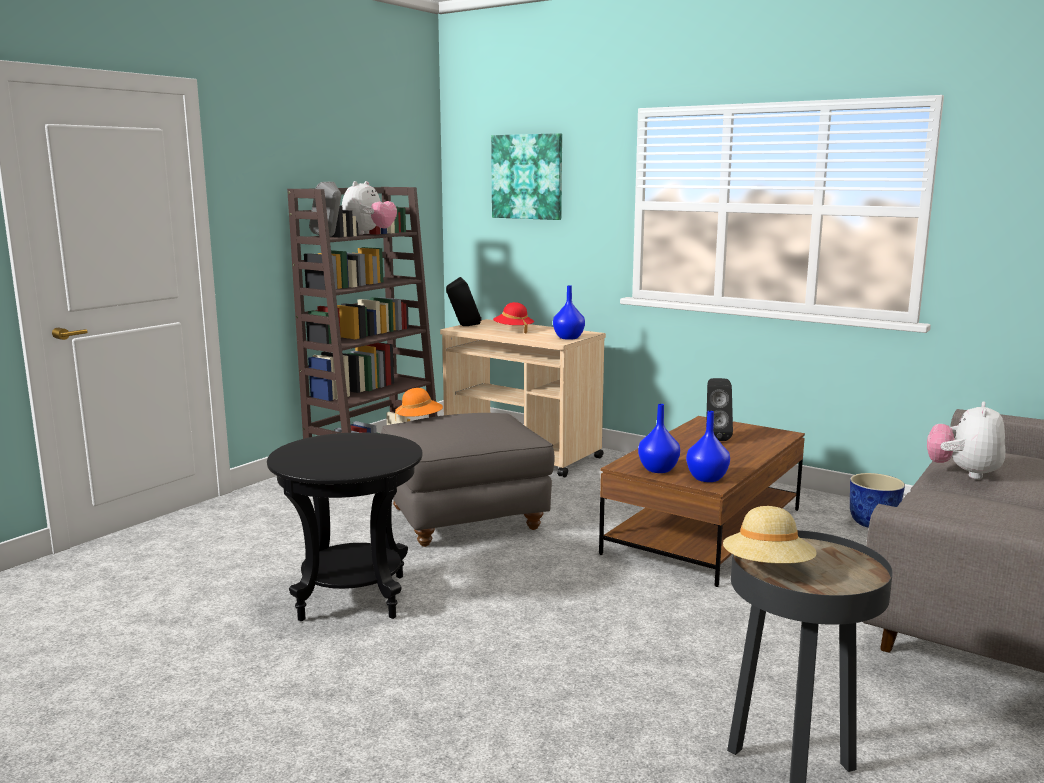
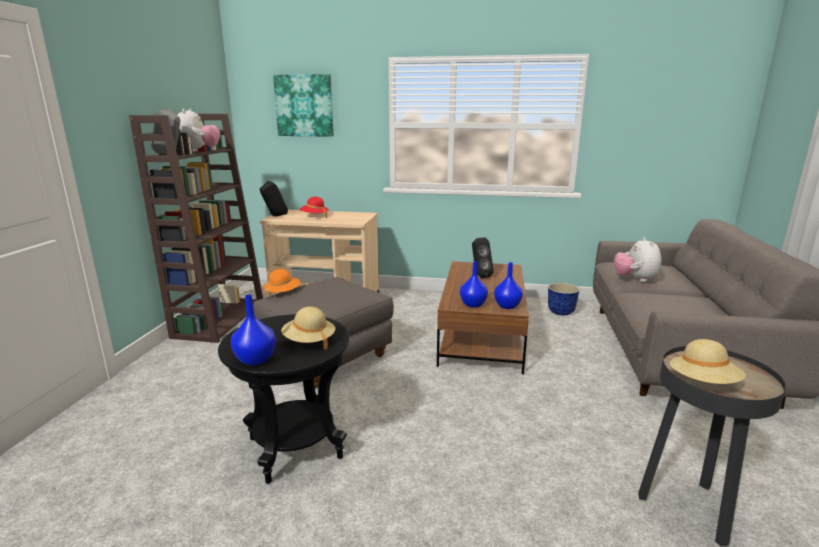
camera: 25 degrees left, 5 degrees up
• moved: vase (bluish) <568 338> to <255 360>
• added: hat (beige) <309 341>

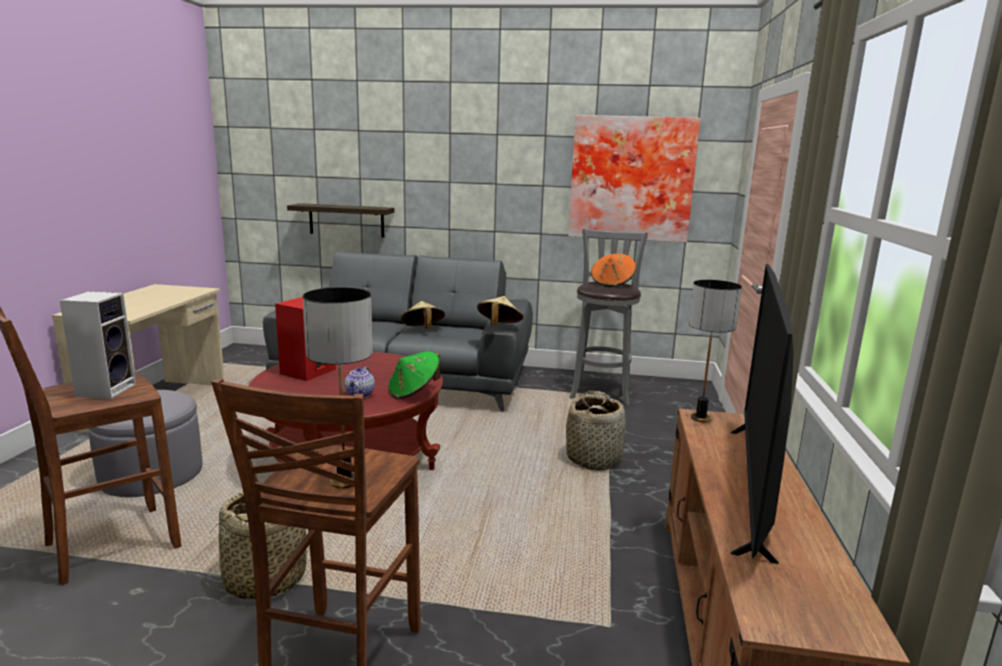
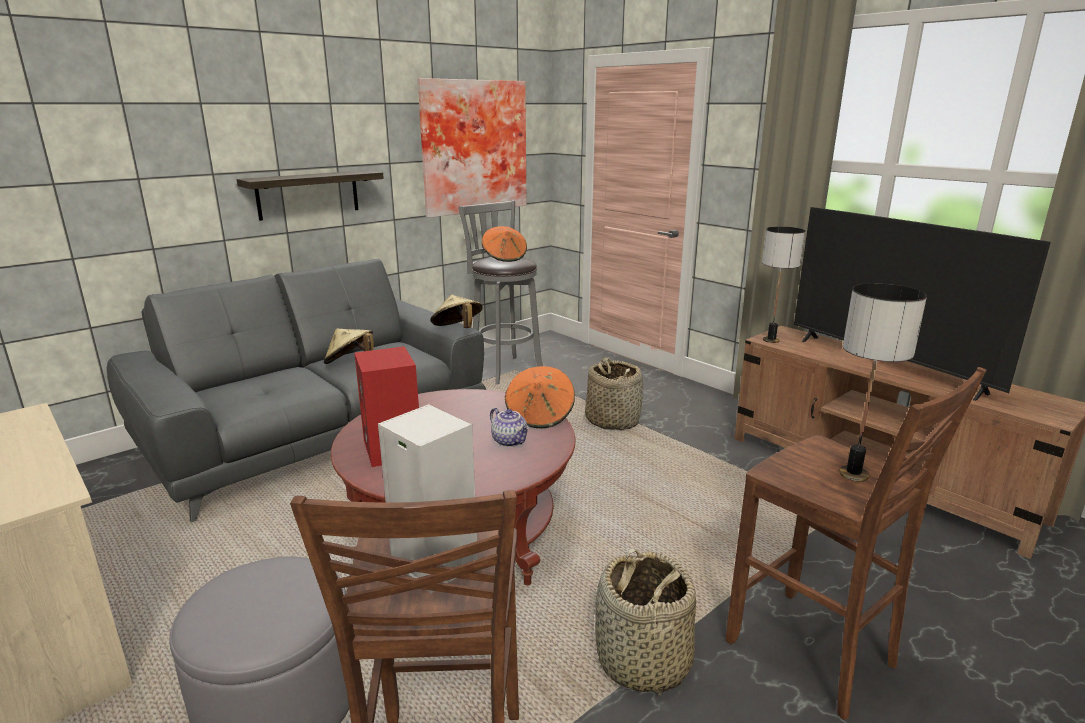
camera: 50 degrees left, 5 degrees up
• moved: shelf <346 220> to <308 194>
• recoloured: hat (green-coloured) <414 392> to hat (orange) <540 416>

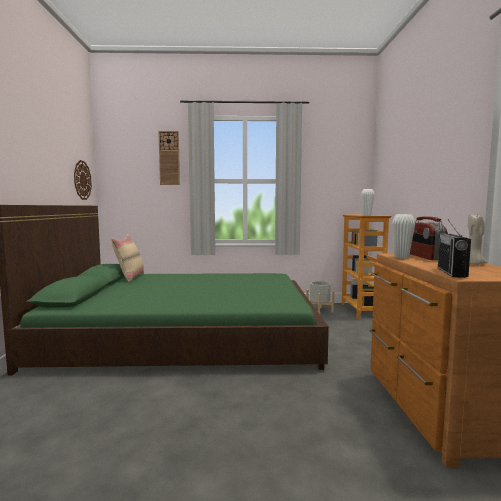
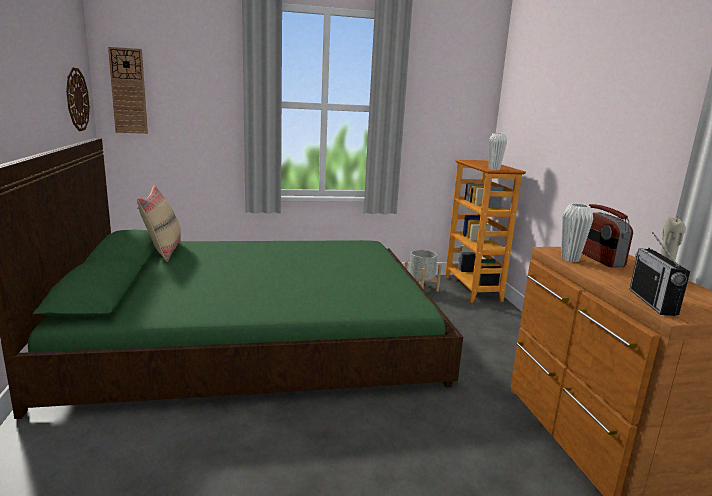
camera: 10 degrees left, 10 degrees up
• moved: wall clock <169 158> to <128 91>

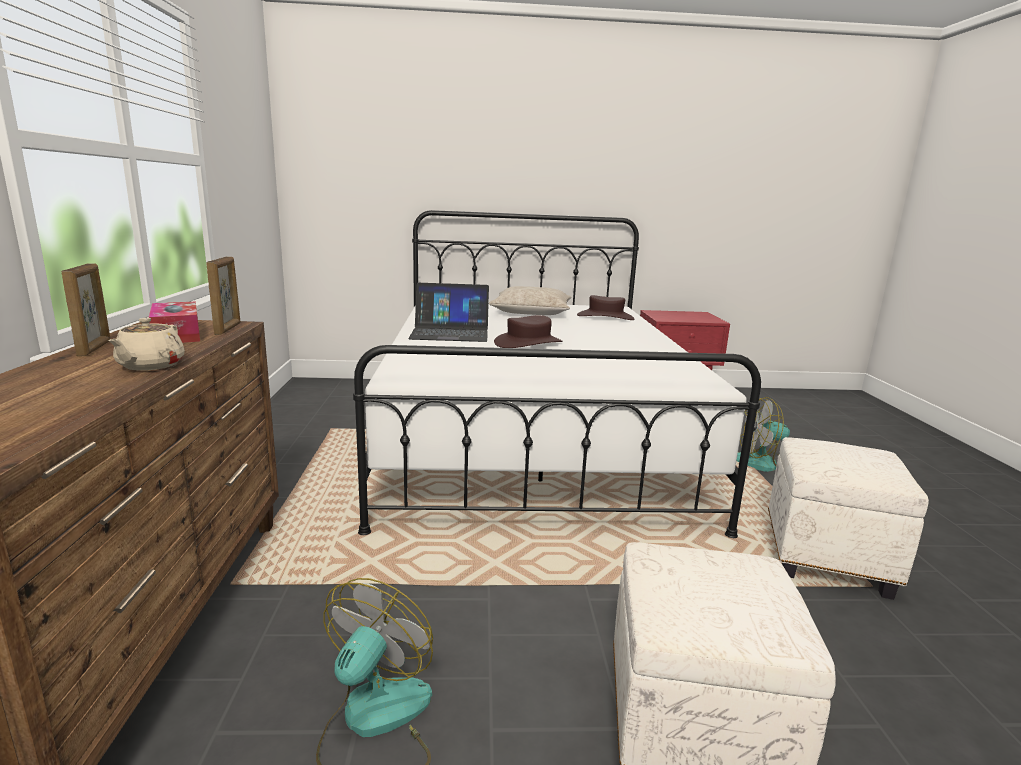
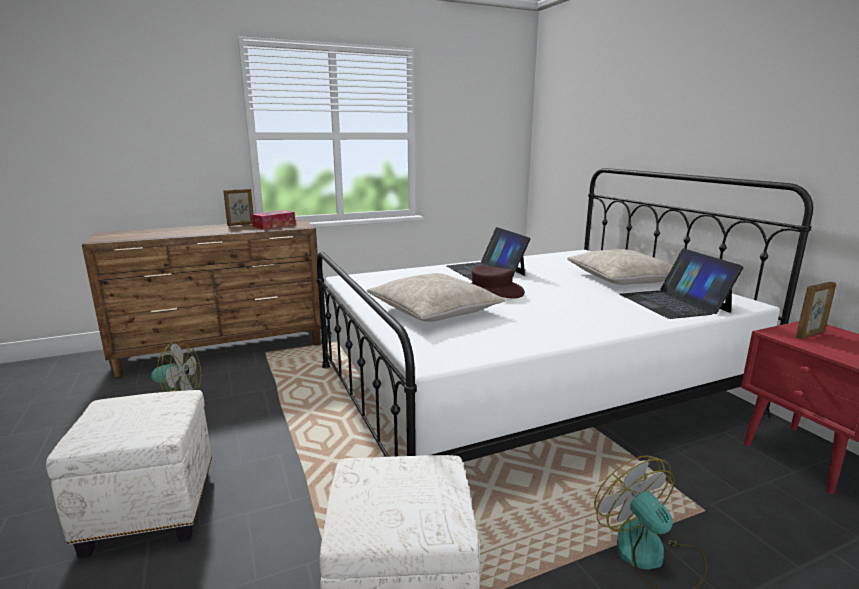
camera: 70 degrees right, 0 degrees up
• moved: photo frame <228 329> to <810 335>
• replaced: hat (brownish) <605 317> to laptop <673 303>
• removed: pot for tea (beige) <150 366>
• added: cushion (beige) <434 310>

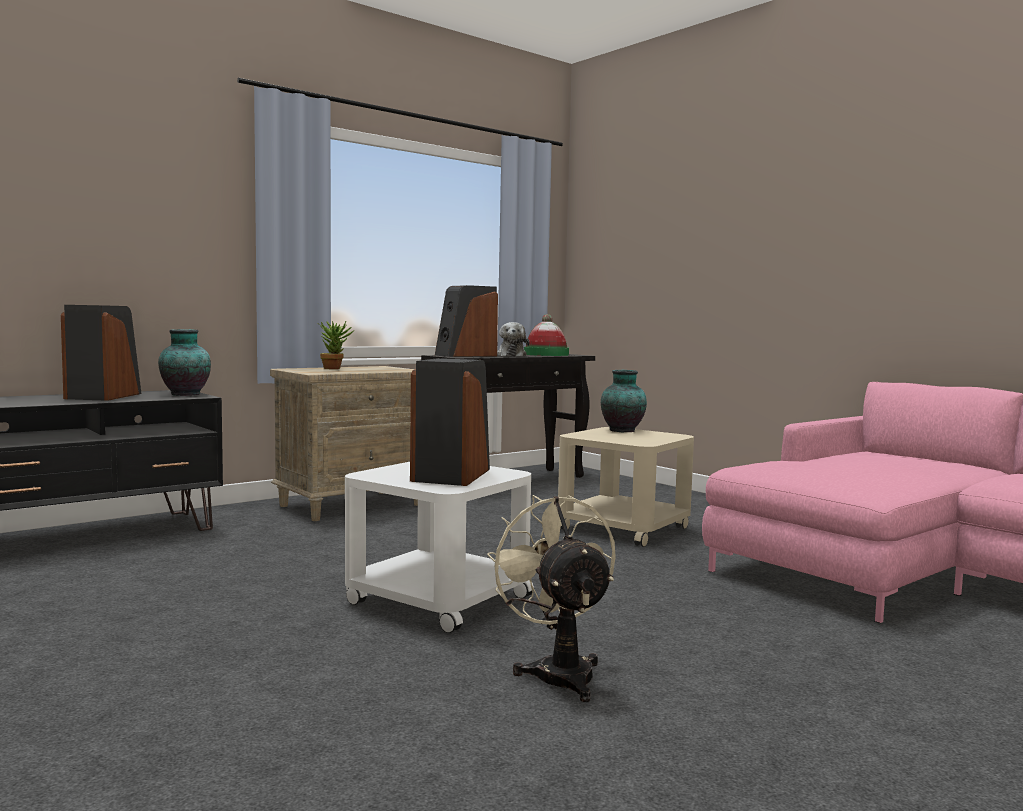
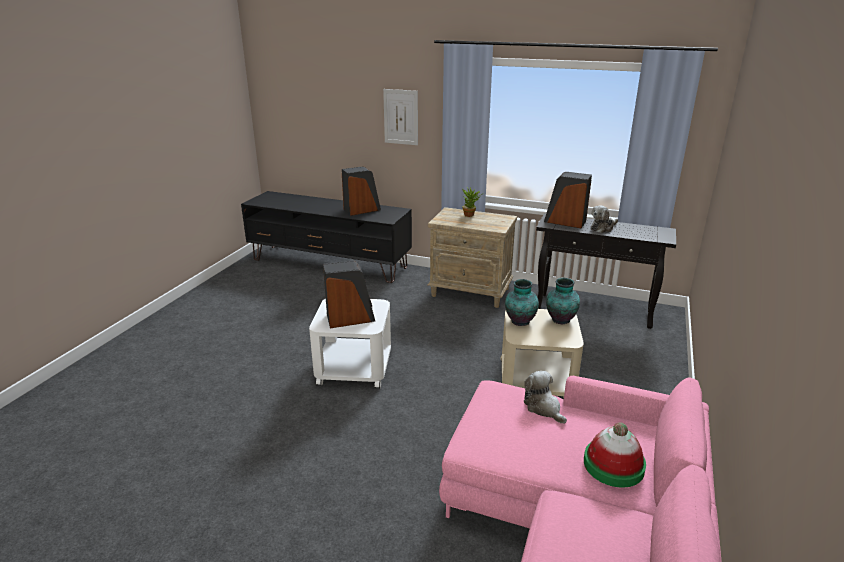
camera: 60 degrees right, 20 degrees up
• moved: hat <546 354> to <613 465>
• moved: vase <185 394> to <519 322>
• removed: fan (beige) <558 671>
• added: picture <401 117>
• added: soft toy <543 408>

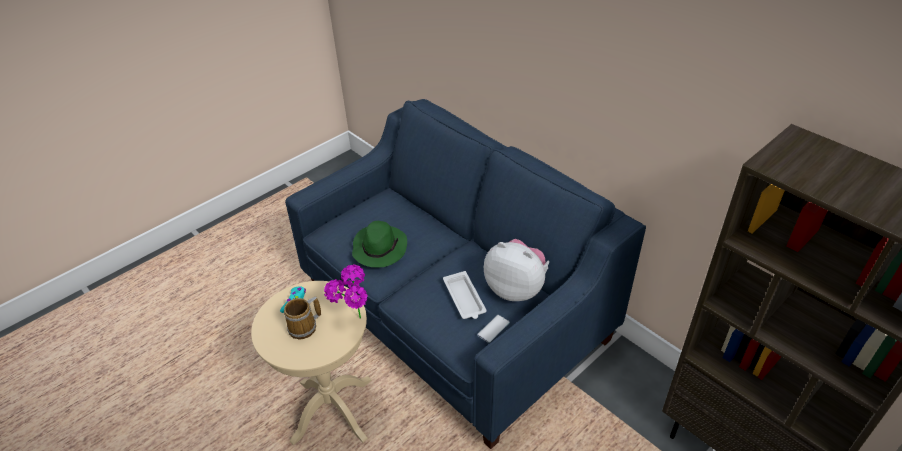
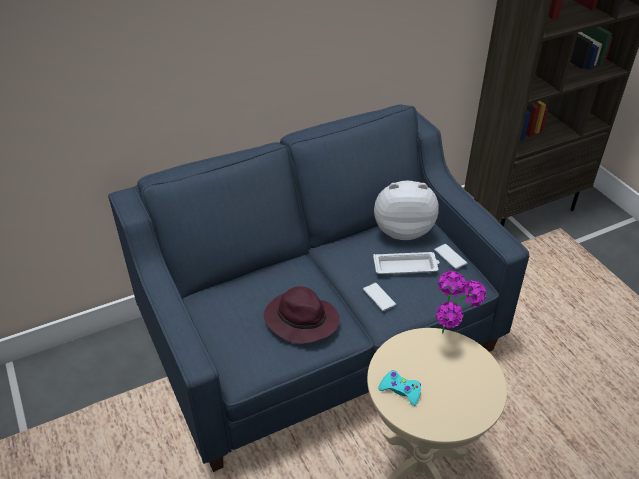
camera: 75 degrees left, 0 degrees up
• recoloured: hat (green-coloured) <379 248> to hat (purple) <300 320>
• turned: soft toy <516 288> = <402 229> 45 degrees clockwise
• removed: mug <305 327>
• added: phone <379 297>

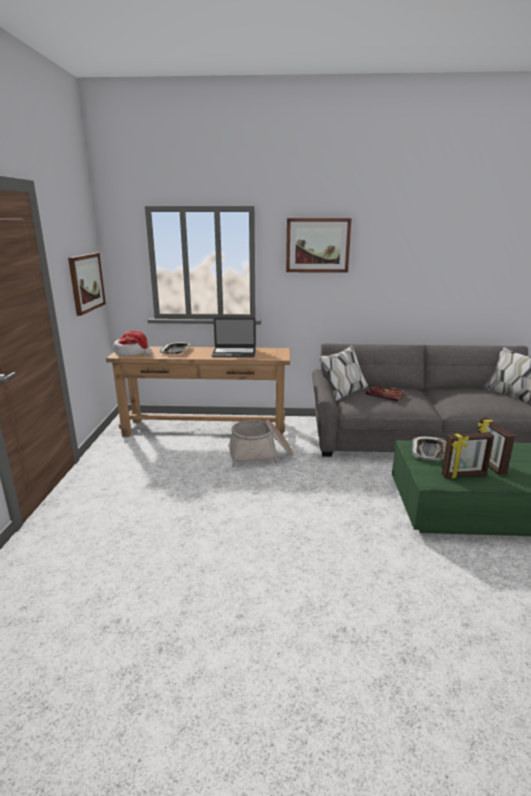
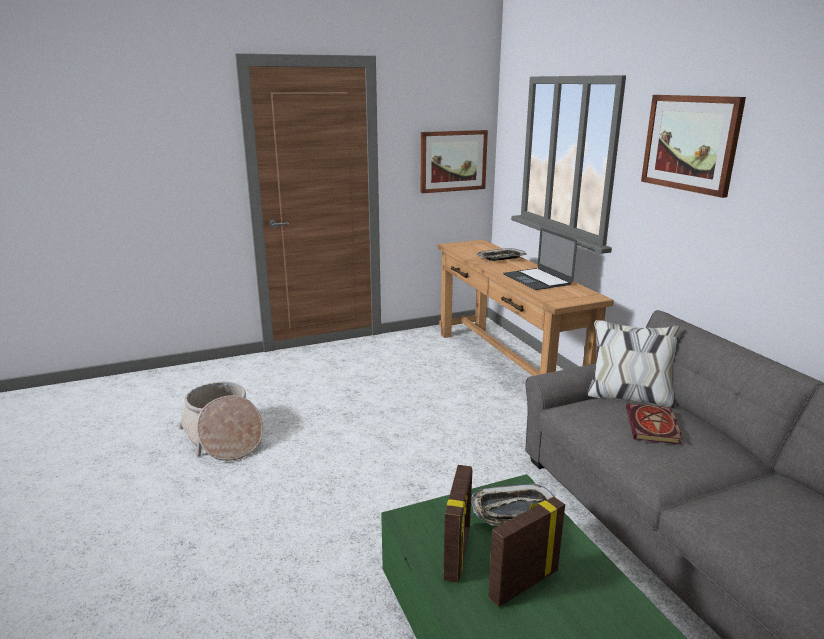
camera: 65 degrees right, 0 degrees up
• removed: hat <133 352>
• moved: basket <260 454> to <223 437>
• turned: photo frame <464 475> = <458 554> 135 degrees counterclockwise

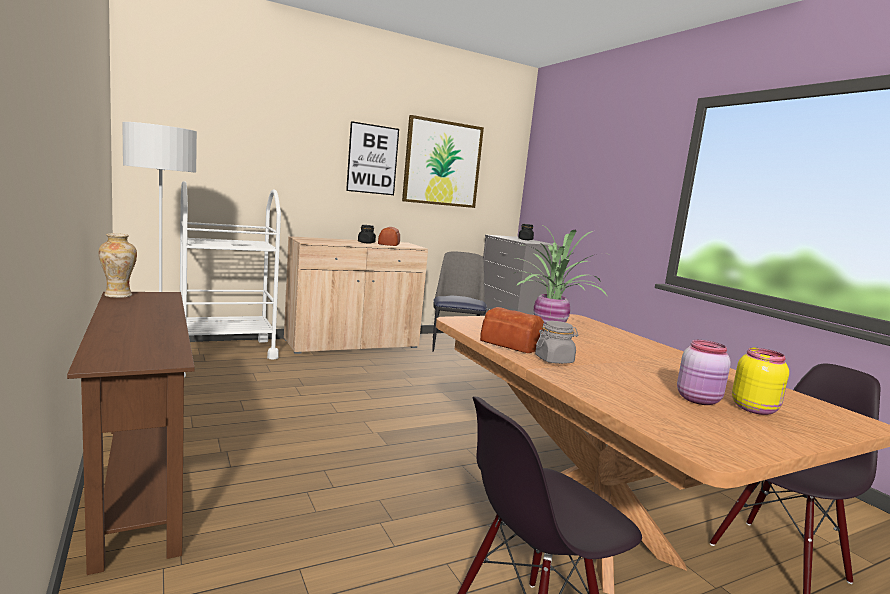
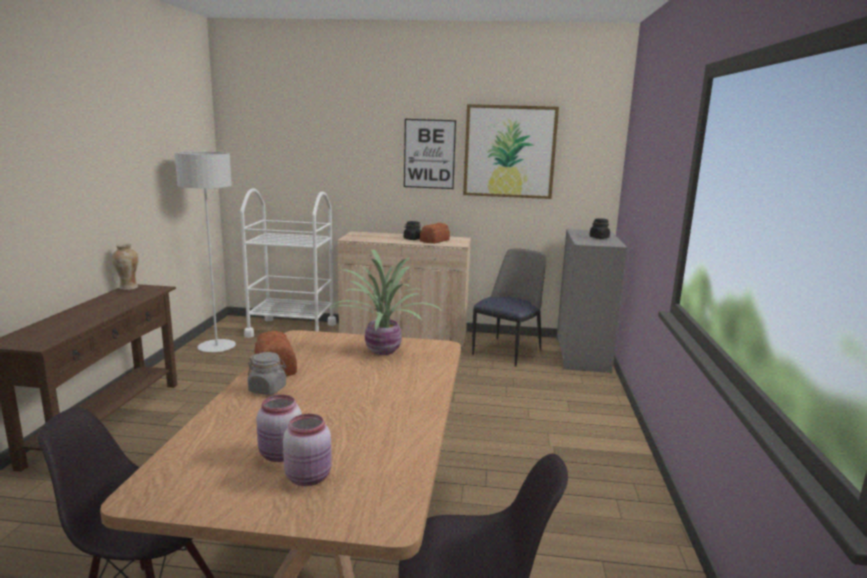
camera: 35 degrees right, 5 degrees up
• recoloured: jar (yellow-coloured) <754 409> to jar (pinkish) <309 477>

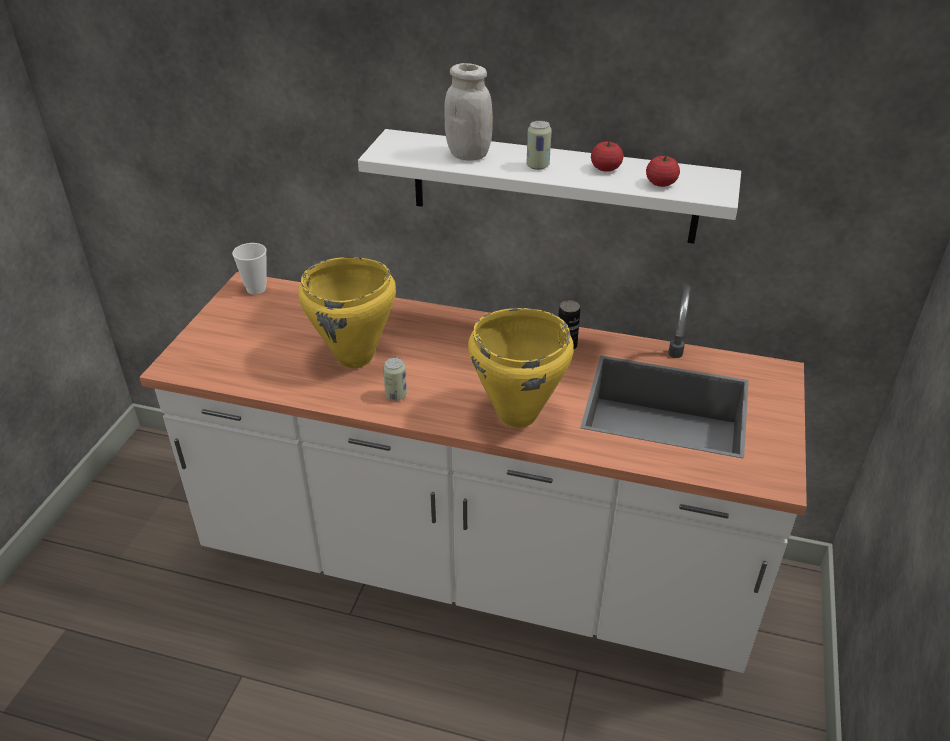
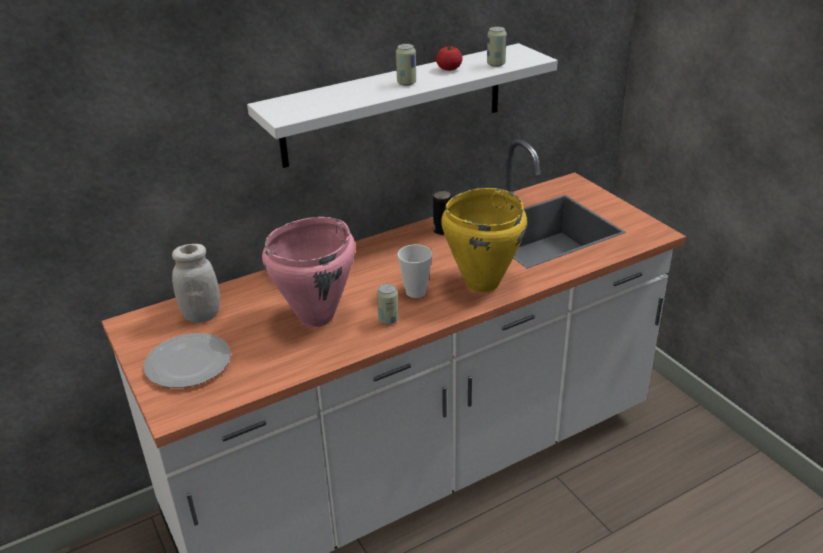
camera: 45 degrees left, 5 degrees down
• moved: jar (white) <468 155> to <202 315>
• replaced: fresh tomato <661 183> to metal can <496 64>
• moved: drinking cup <256 289> to <416 292>
• recoloured: stockpot (yellow-coloured) <355 358> to stockpot (pinkish) <317 317>
• added: flat dish <187 363>

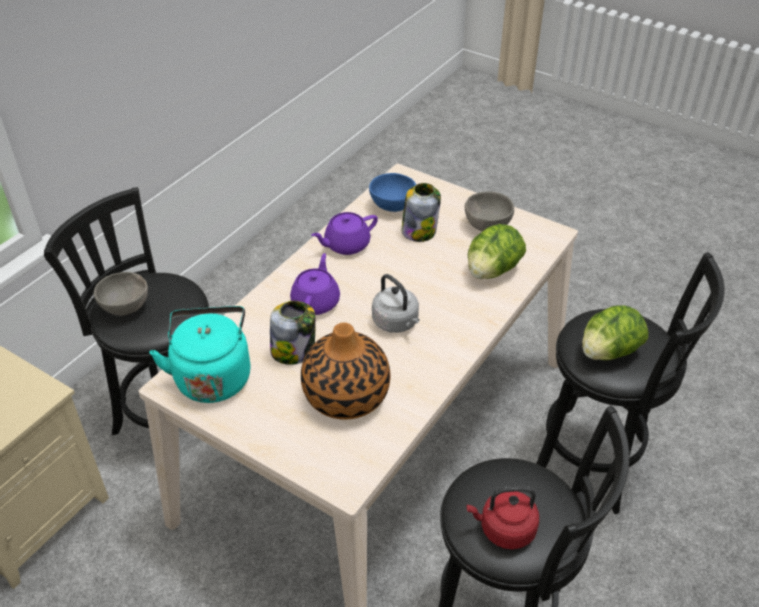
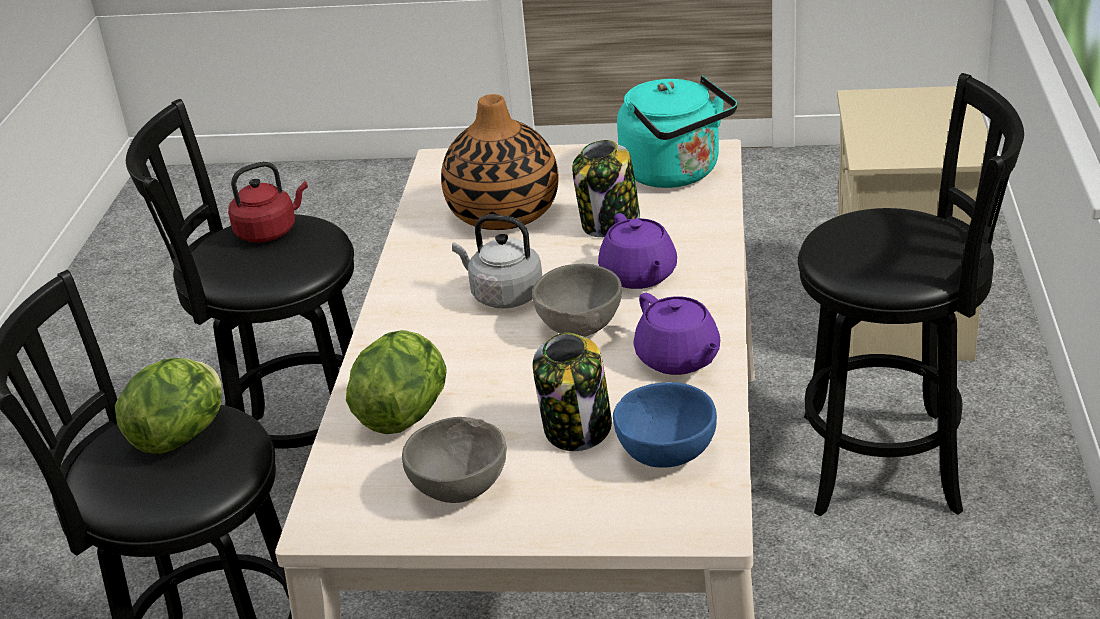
camera: 155 degrees right, 10 degrees down
• turned: pot for tea (purple) <346 245> = <678 359> 120 degrees clockwise
• moved: deep dish (greyish) <126 308> to <578 327>

